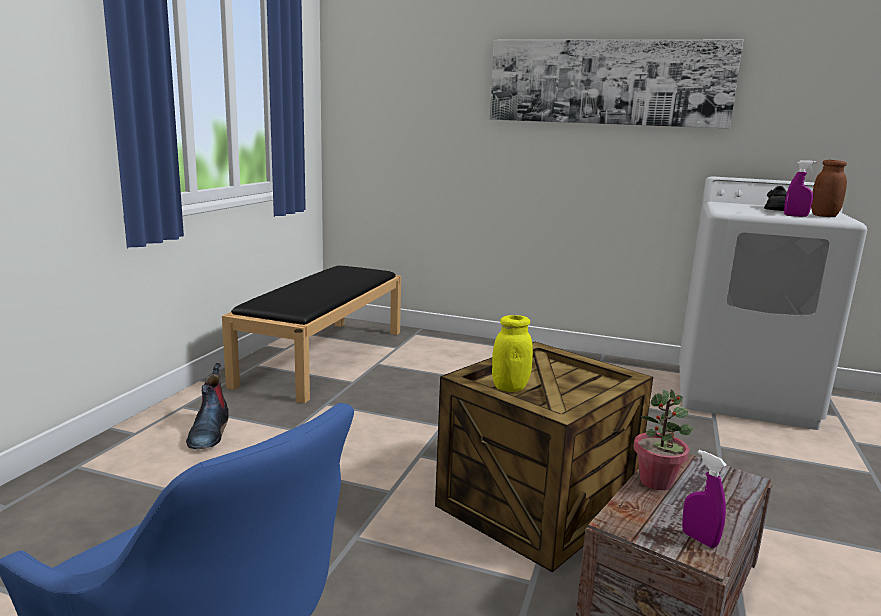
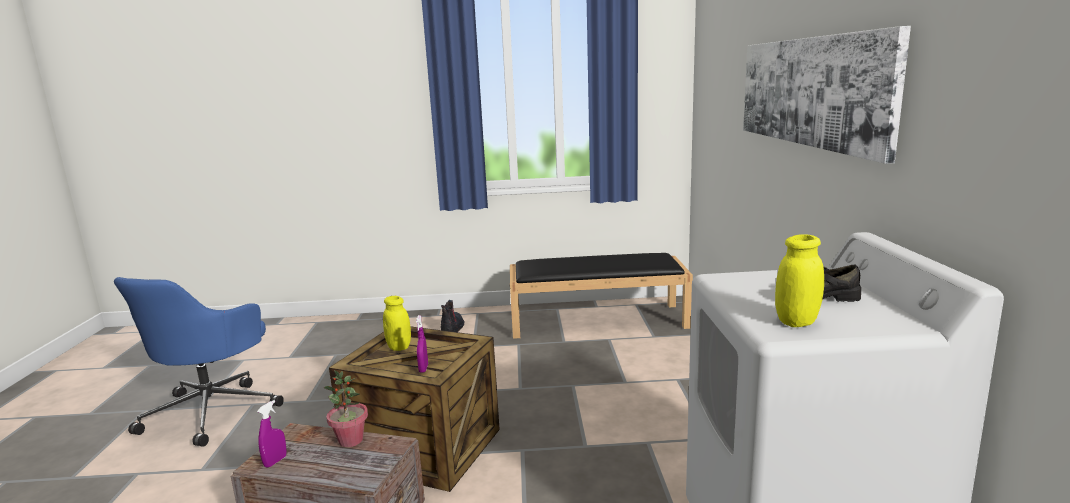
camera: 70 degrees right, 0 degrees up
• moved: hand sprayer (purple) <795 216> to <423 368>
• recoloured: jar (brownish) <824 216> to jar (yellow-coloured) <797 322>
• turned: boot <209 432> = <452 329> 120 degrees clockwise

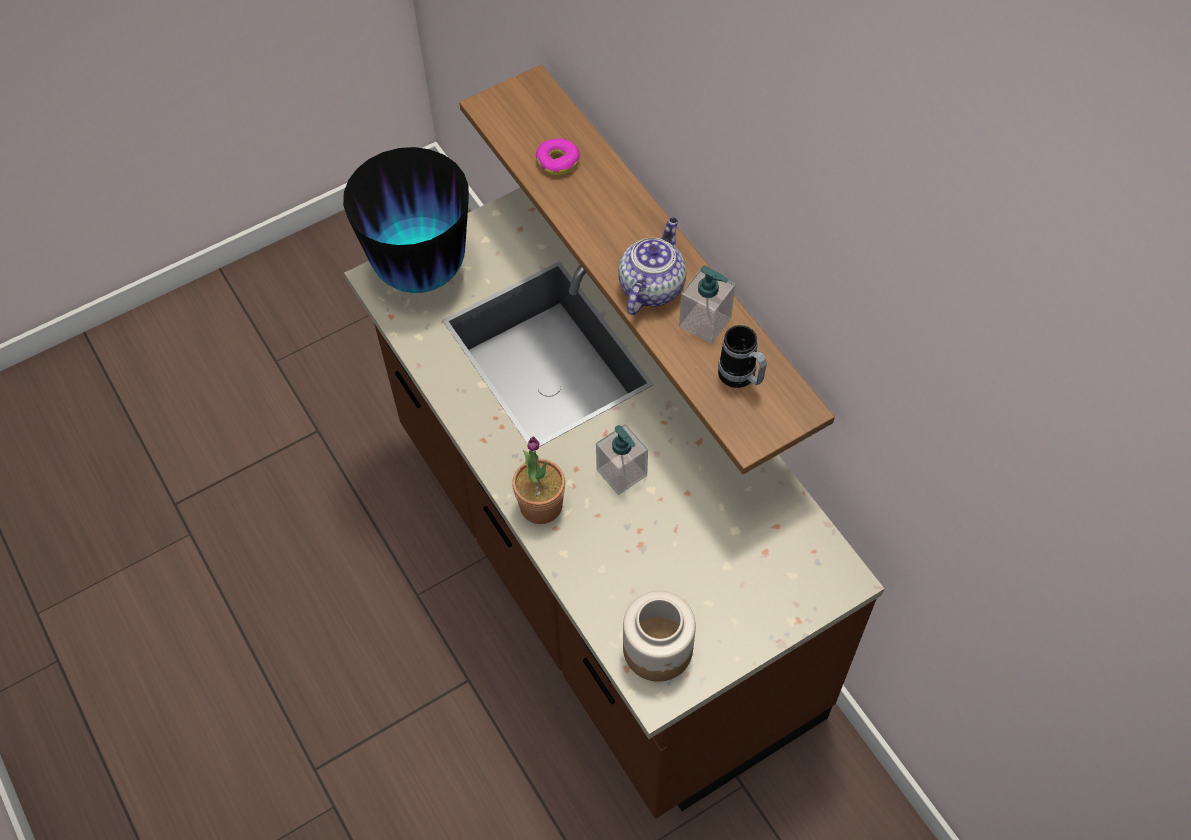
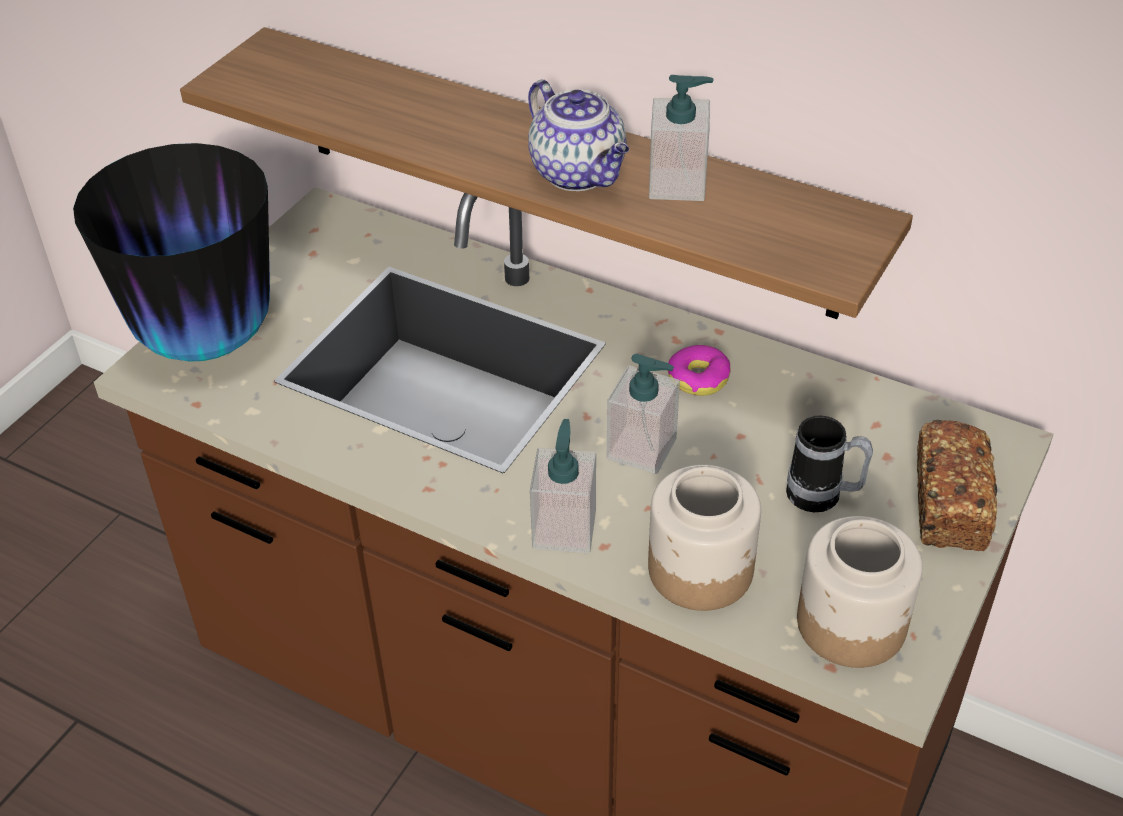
camera: 30 degrees left, 15 degrees down
• moved: donut <558 162> to <698 378>
• turned: pot for tea <651 286> = <580 174> 150 degrees clockwise
• moved: mug <741 378> to <823 497>
• replaced: houseplant <541 505> to soap bottle <564 529>
• added: bakery bread <949 505>
• added: jar <702 570>

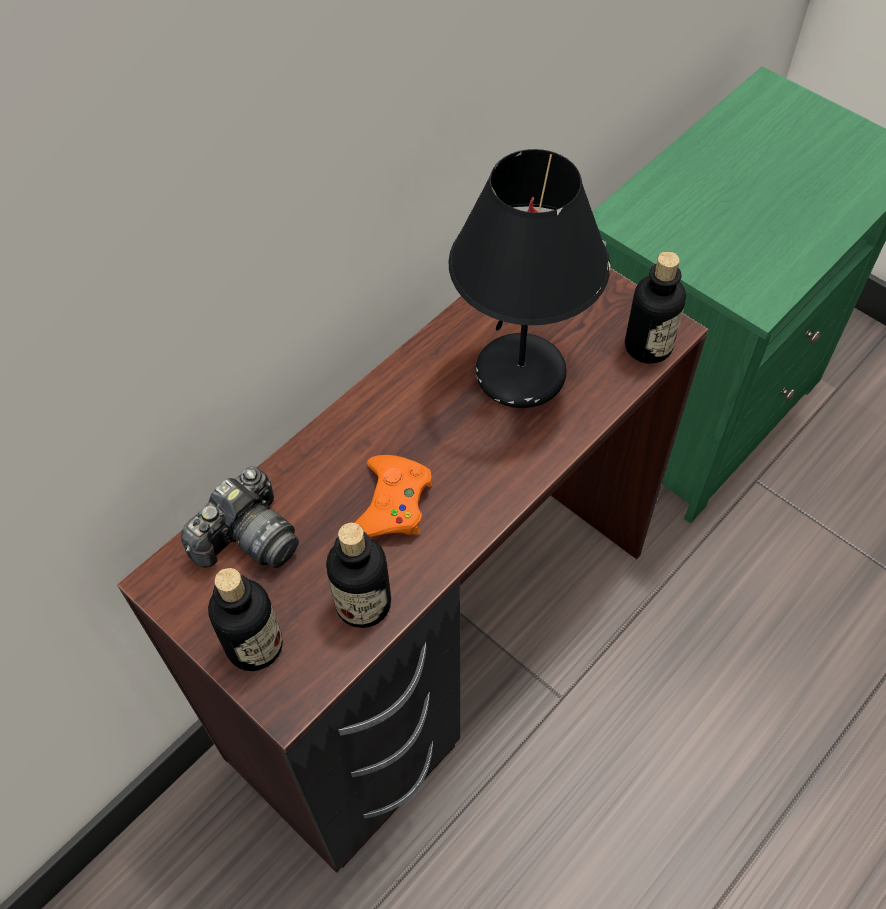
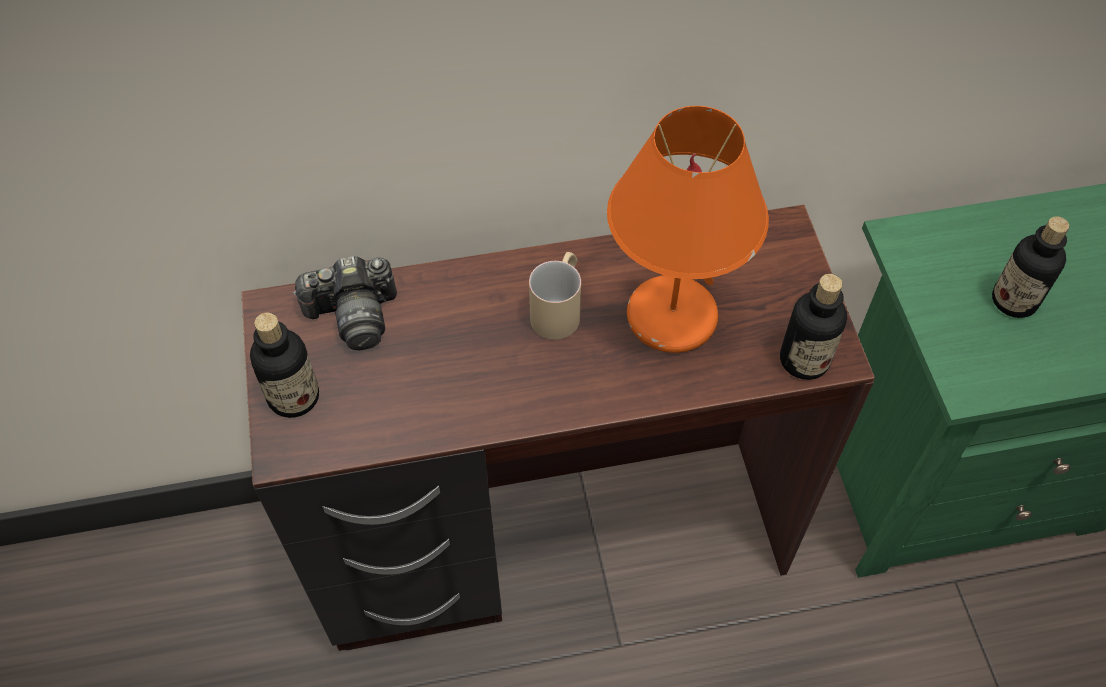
camera: 35 degrees right, 0 degrees up
• recoloured: lamp for a table (blackish) <519 375> to lamp for a table (orange) <669 317>
• removed: joypad (orange) <392 504>
• moved: drink bottle <363 604> to <1014 300>
• added: mug (beige) <559 308>

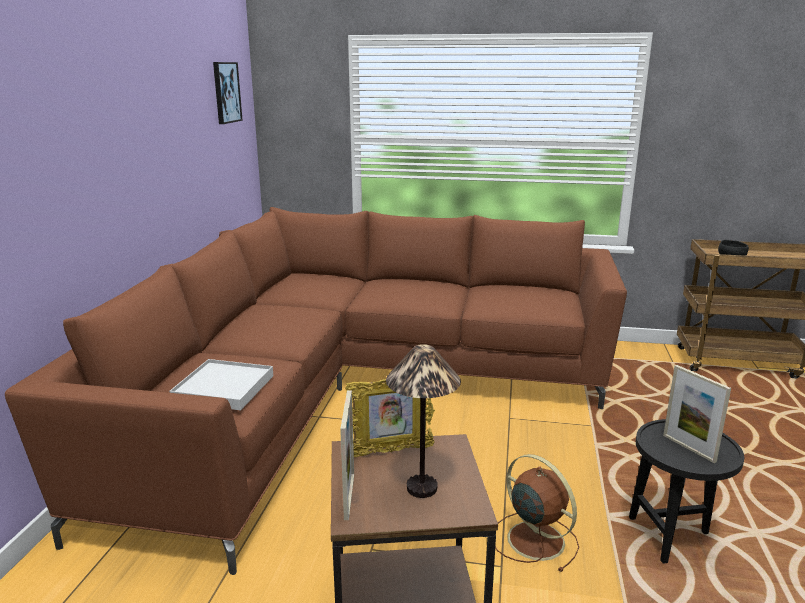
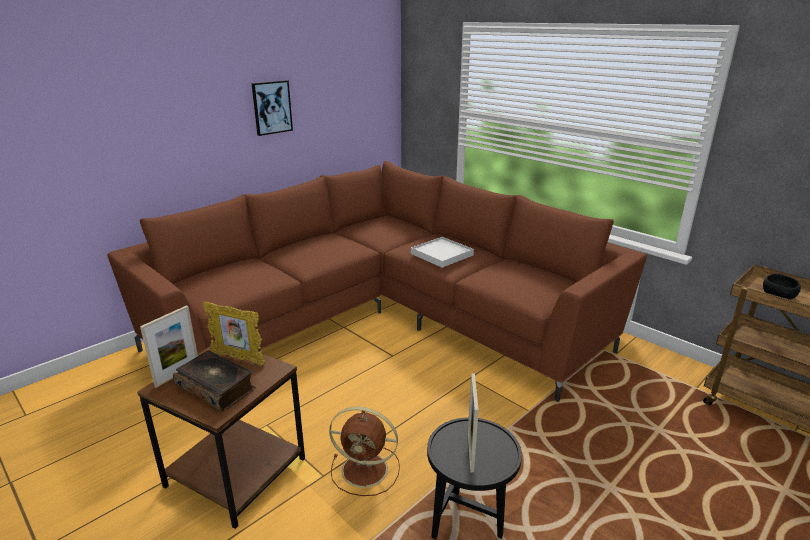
camera: 35 degrees right, 5 degrees up
• moved: picture <226 92> to <271 107>
• replaced: lamp for a table <422 488> to volume <217 387>
• moved: carrying tray (white) <224 388> to <442 254>
• turned: fan (brownish) <533 539> = <367 470> 105 degrees clockwise

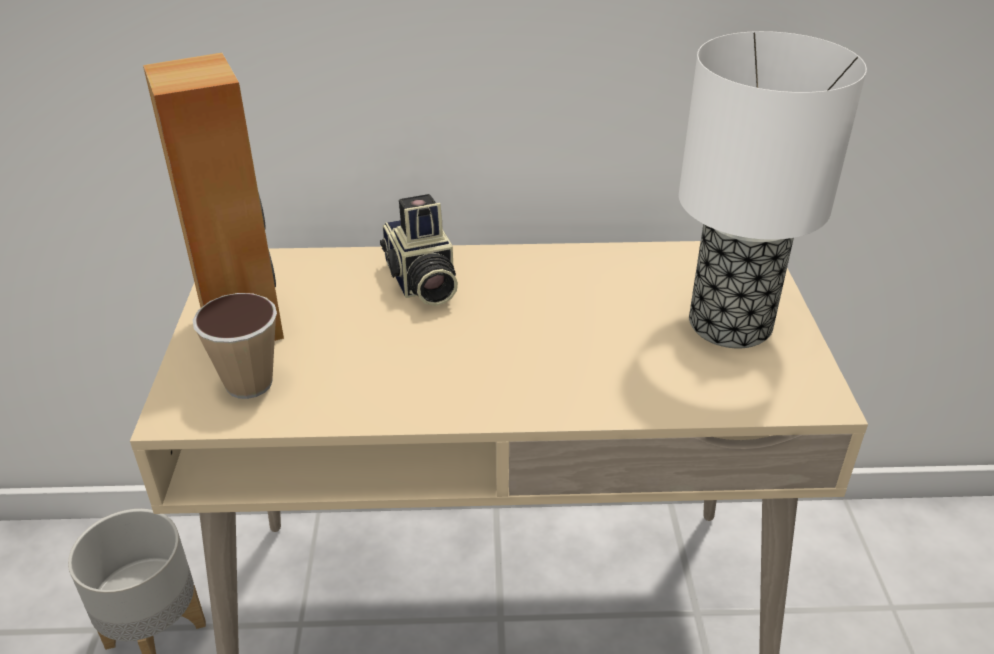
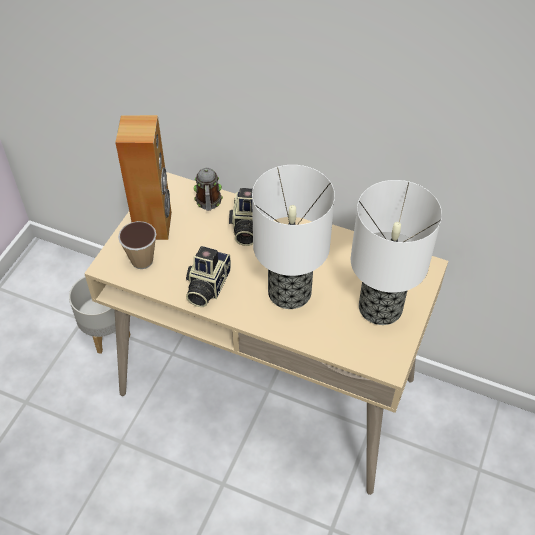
camera: 25 degrees right, 15 degrees up
• added: lamp for a table <288 292>
• added: mug <208 203>
• added: photo camera <206 286>

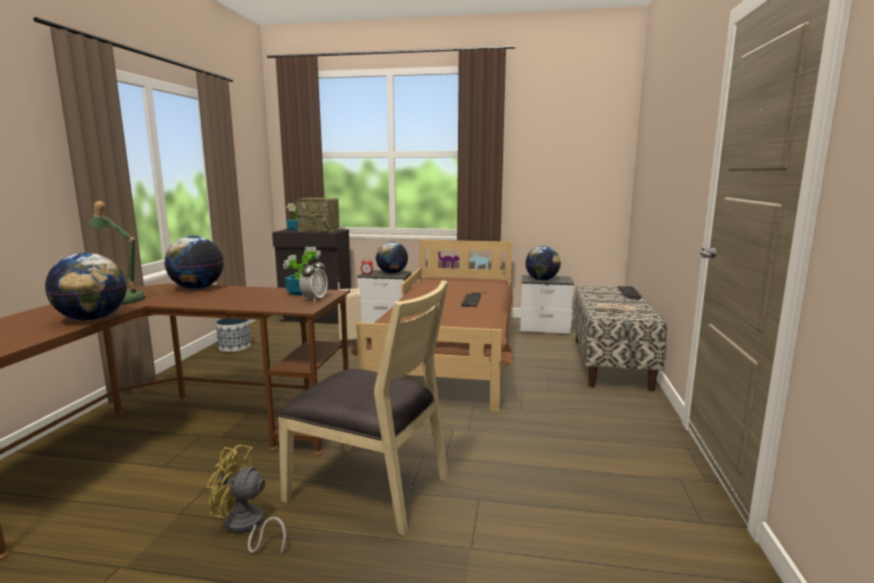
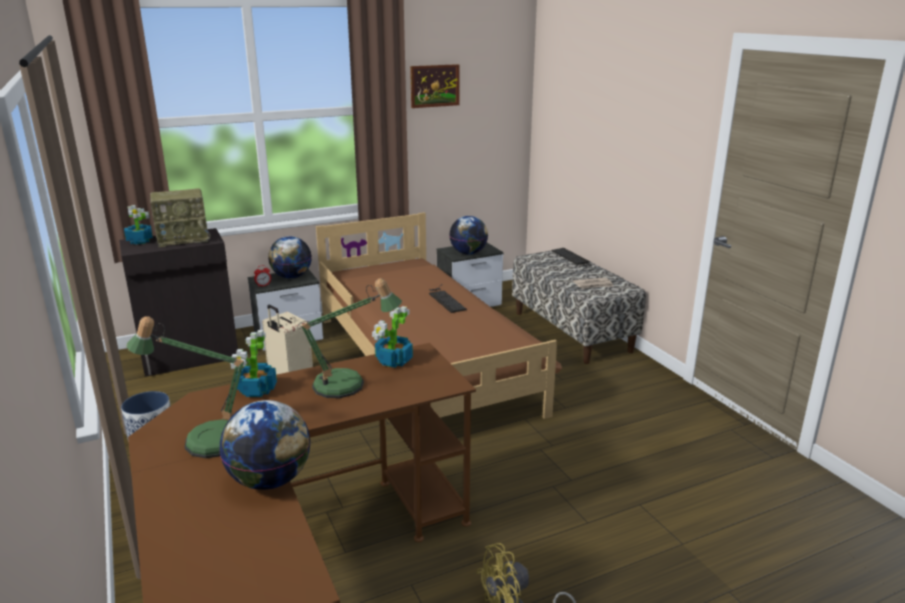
camera: 35 degrees left, 10 degrees up
• replaced: desk globe <197 288> to houseplant <256 390>
• removed: bedside clock <314 299>
• removed: plain chair (beige) <370 487>
• added: picture <435 86>
• added: lamp for a table <348 385>

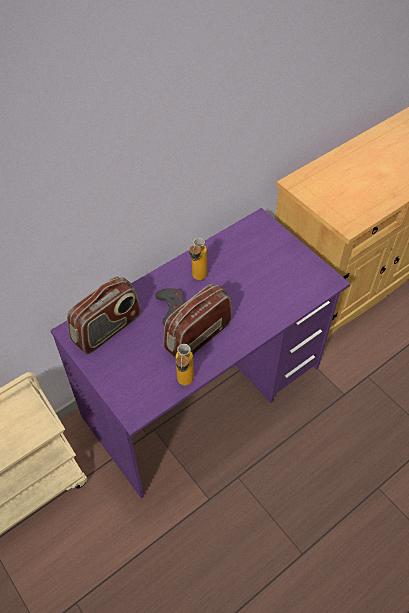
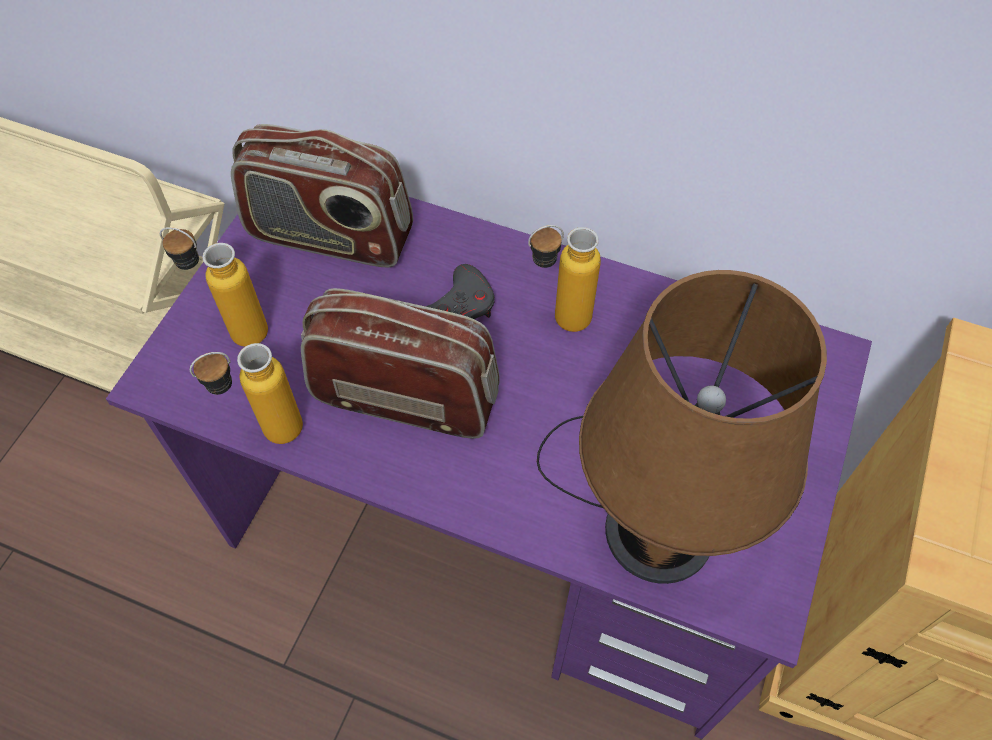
camera: 60 degrees right, 5 degrees up
• added: drink bottle <234 330>
• added: lamp for a table (brownish) <650 520>

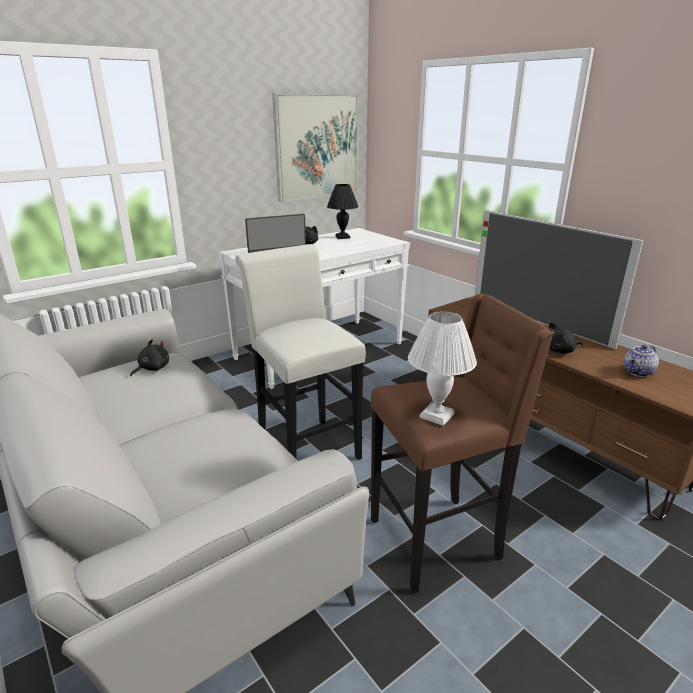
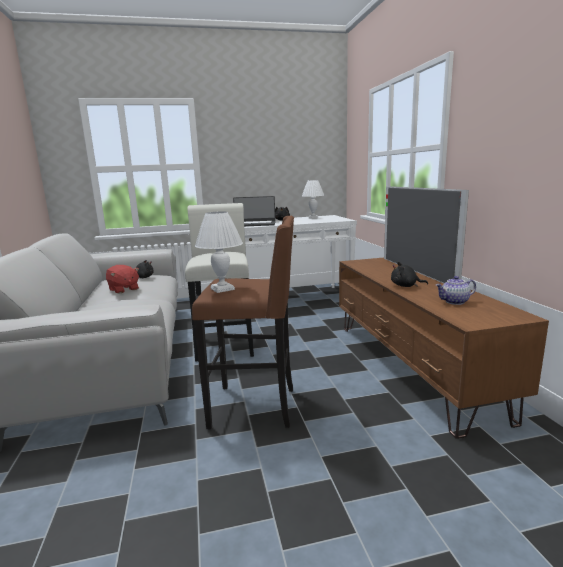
camera: 25 degrees right, 10 degrees down
• removed: picture <317 147>
• recoloured: lamp for a table (blackish) <343 237> to lamp for a table (white) <313 218>
• added: soft toy (red) <123 289>

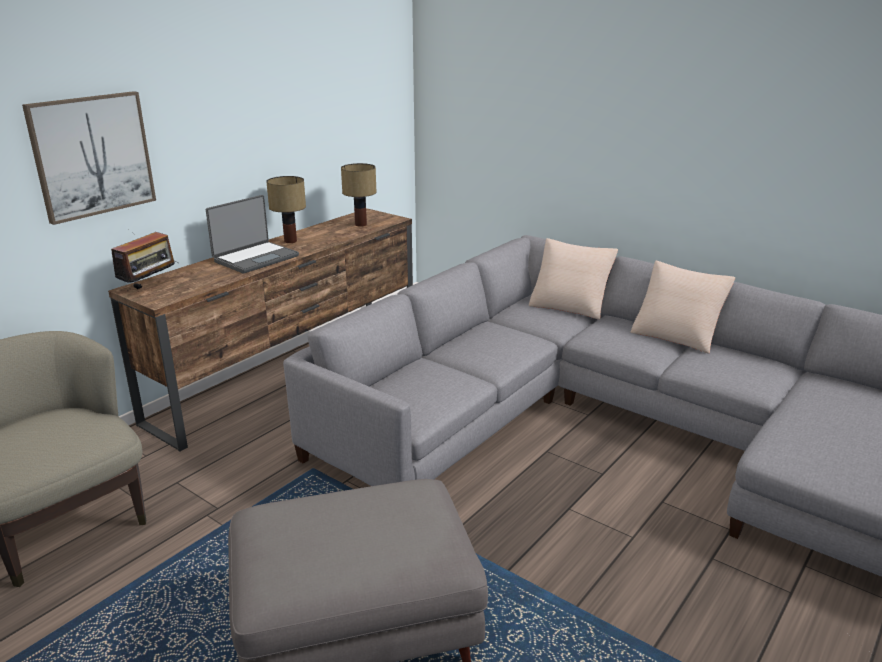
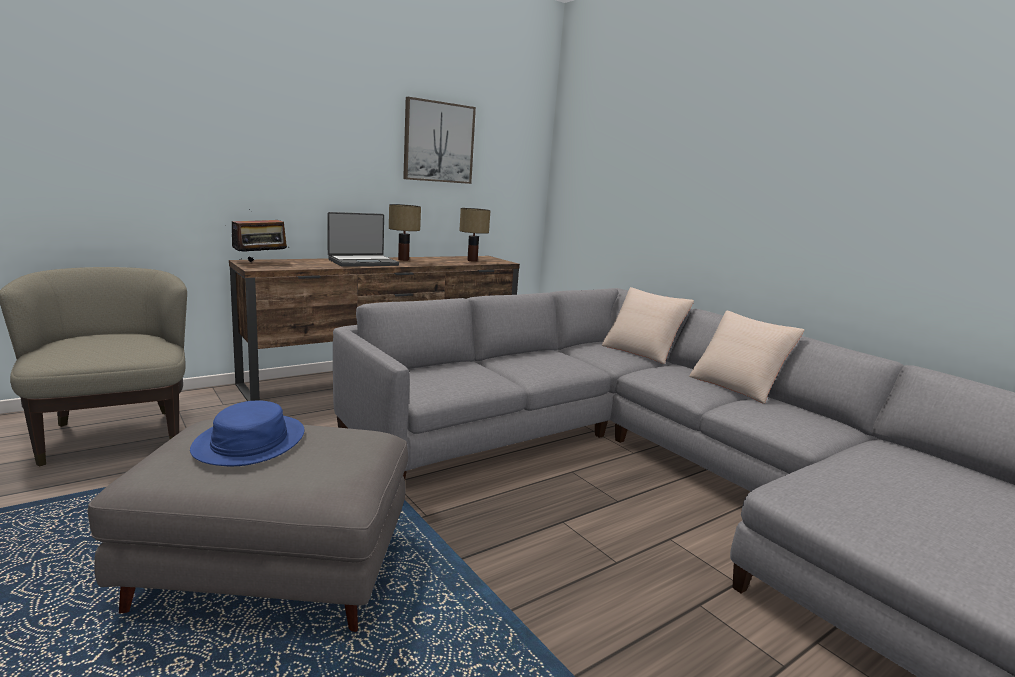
camera: 15 degrees right, 10 degrees down
• moved: picture <92 155> to <438 142>
• added: hat (bluish) <249 442>

